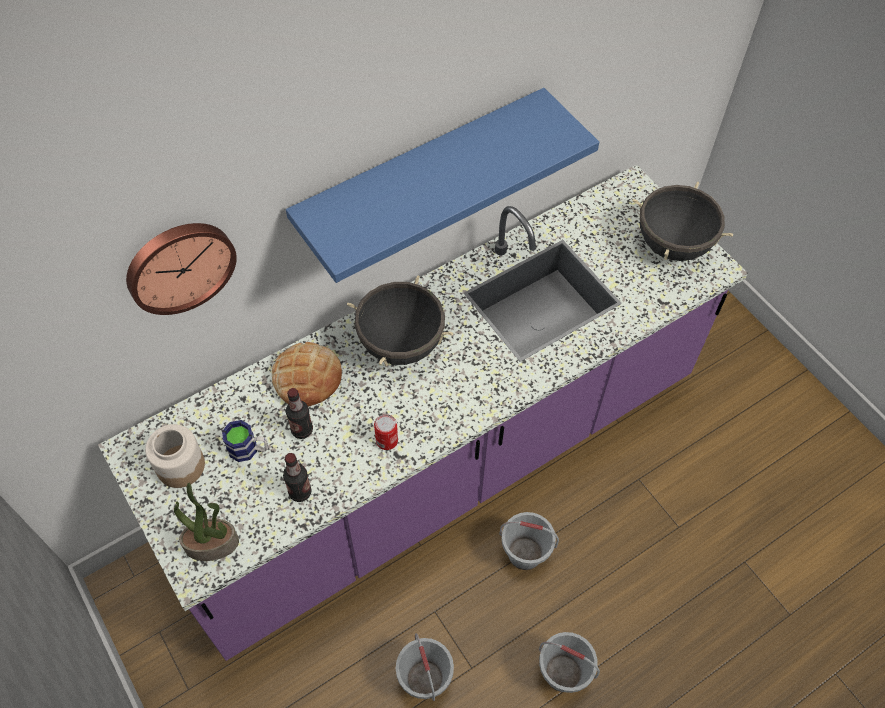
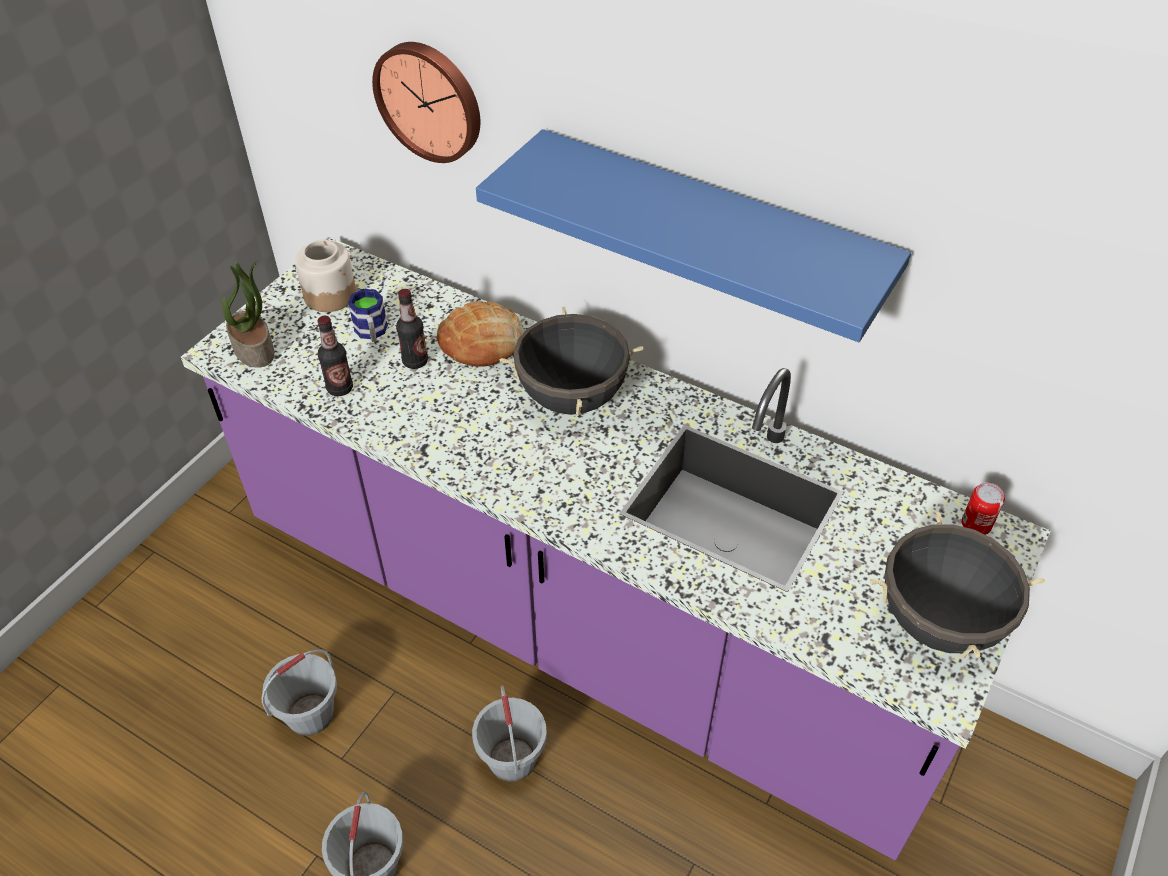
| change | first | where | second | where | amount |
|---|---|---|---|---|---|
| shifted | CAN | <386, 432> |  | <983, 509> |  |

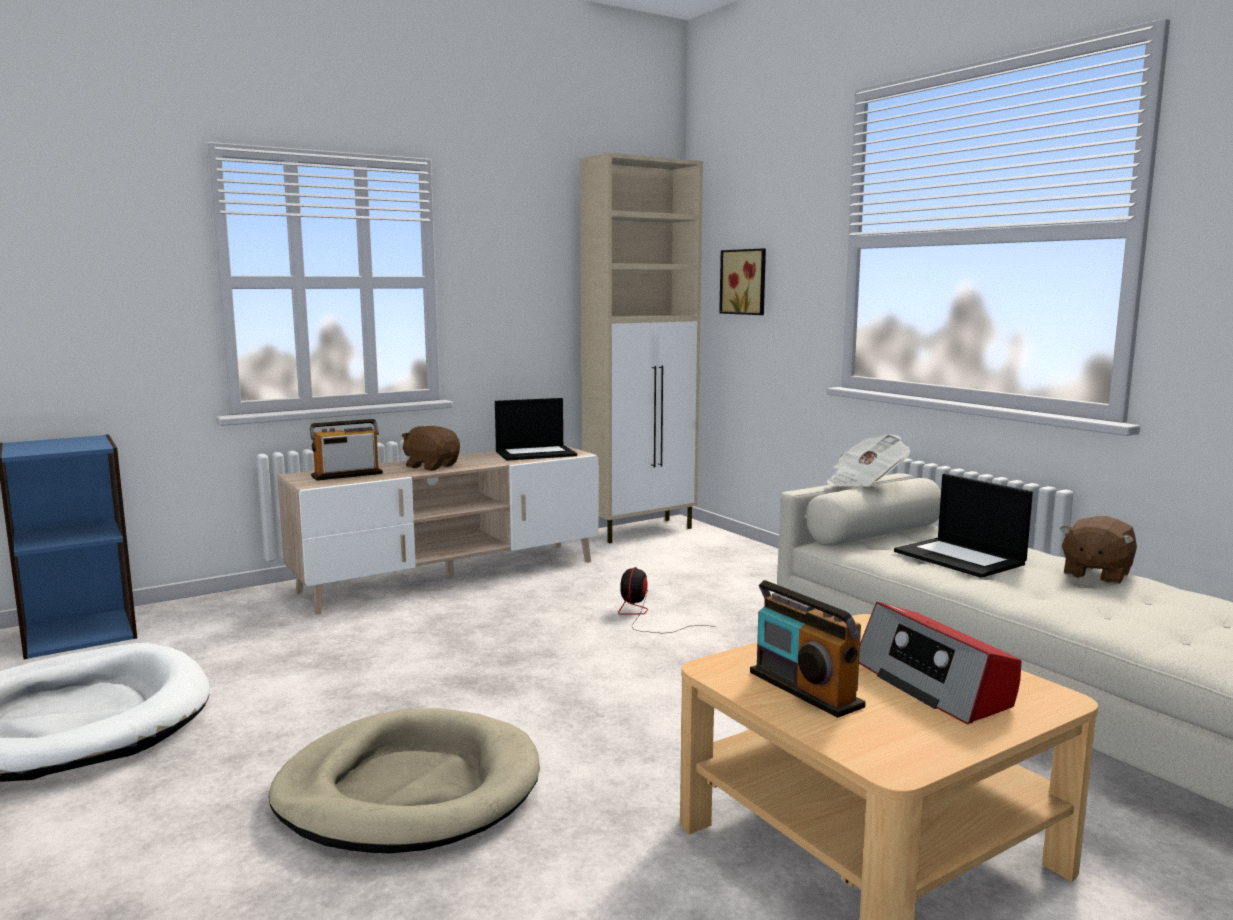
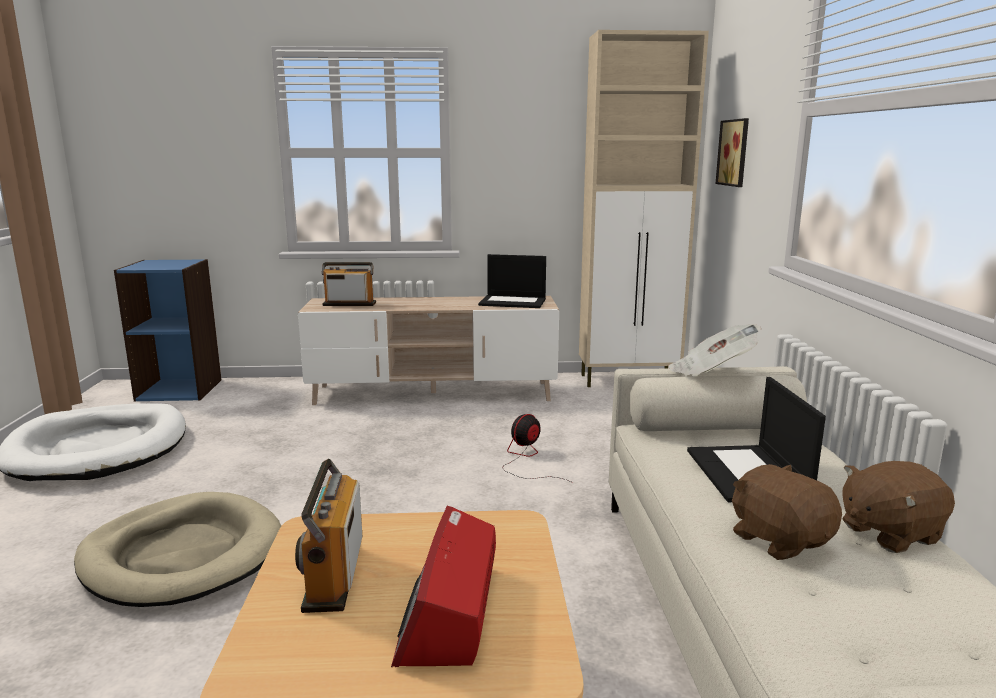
| change | first | where | second | where | amount |
|---|---|---|---|---|---|
| shifted | BROWN PLUSH TOY | <431, 448> |  | <787, 512> |  |

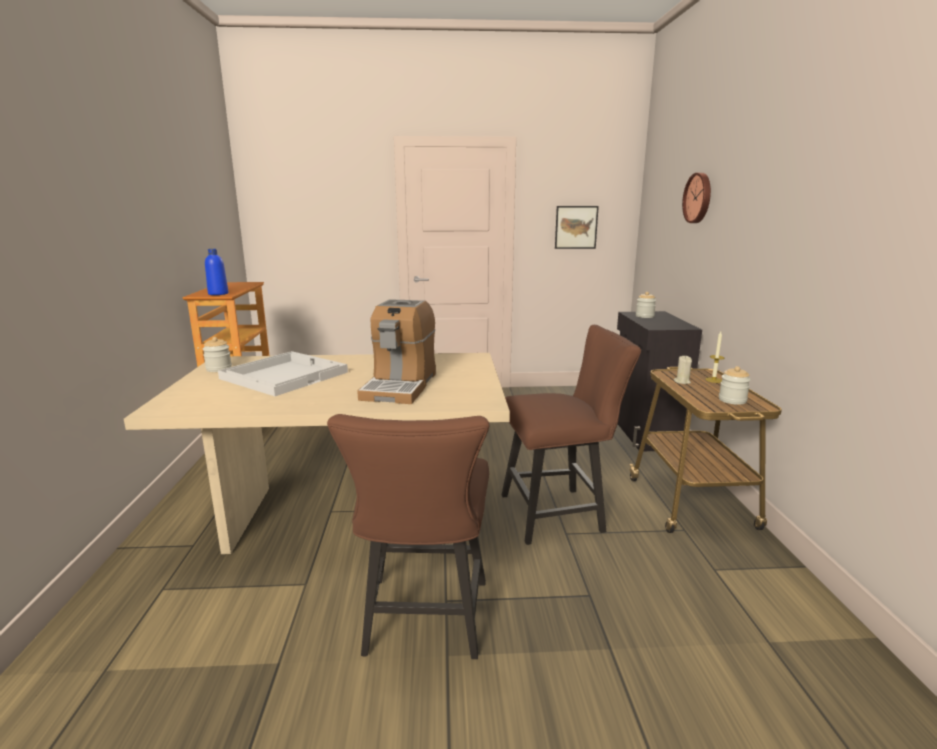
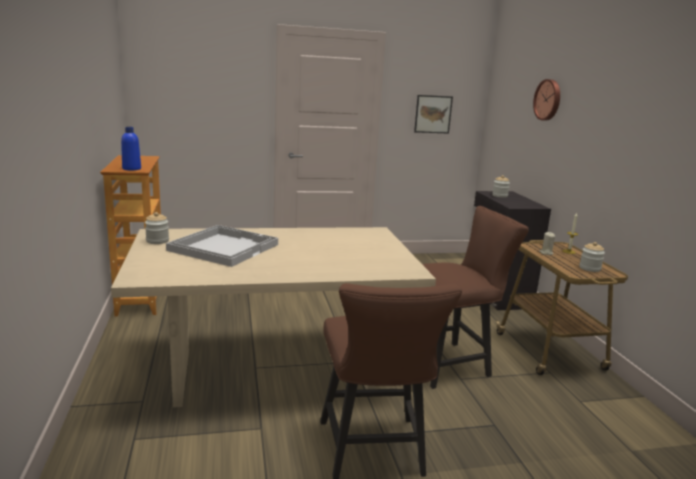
| change | first | where | second | where | amount |
|---|---|---|---|---|---|
| gone | COFFEE MACHINE | <396, 351> |  |  |  |

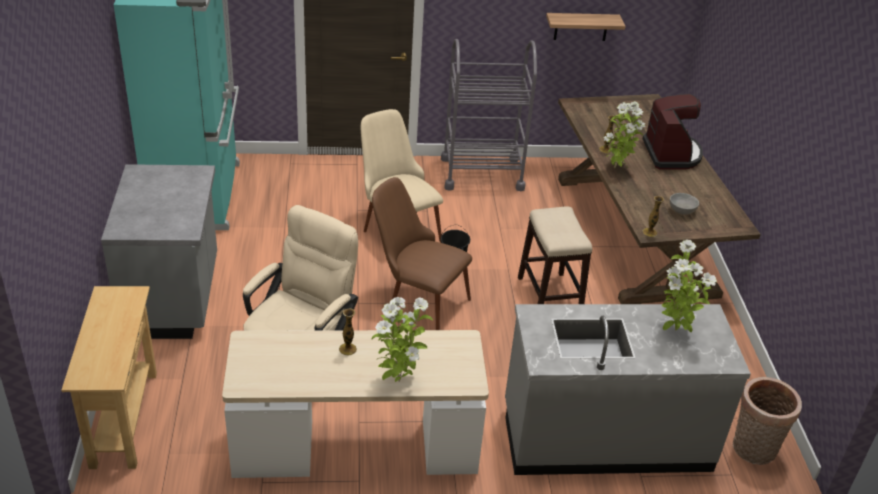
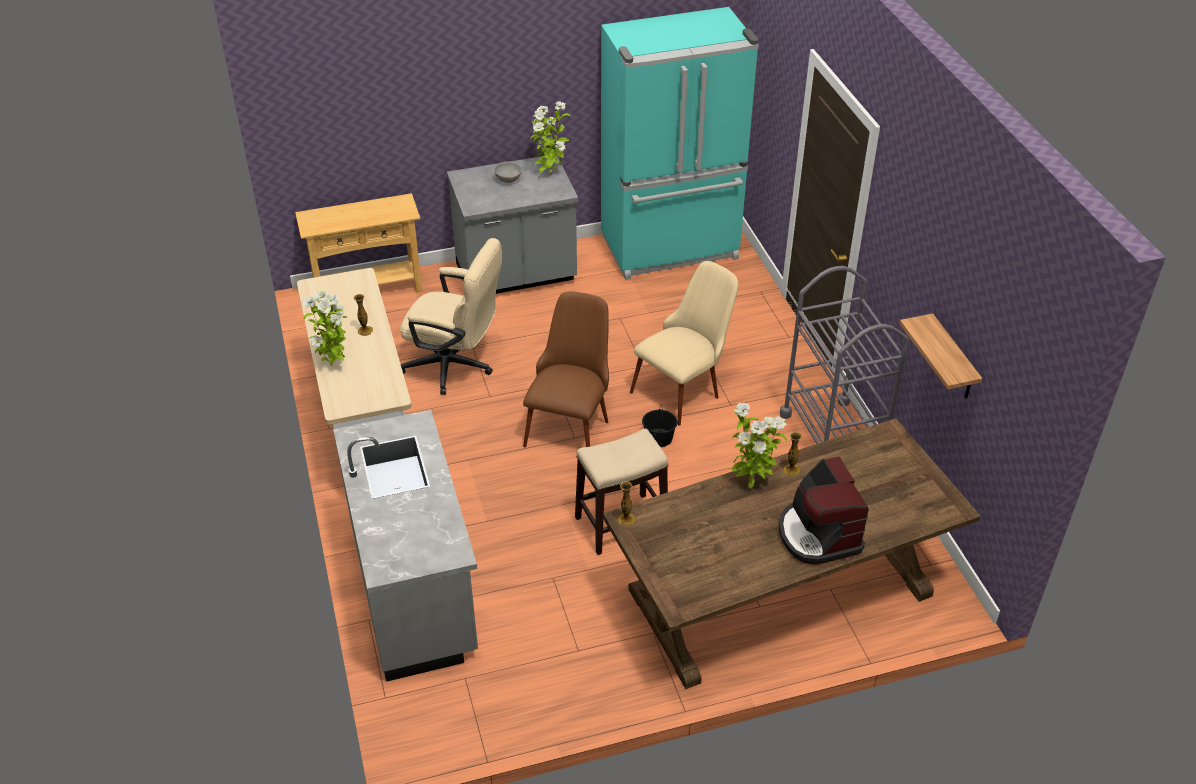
| change | first | where | second | where | amount |
|---|---|---|---|---|---|
| rotated | COFFEE MACHINE | <673, 131> |  | <824, 510> | 90 degrees clockwise |
| shifted | POTTED PLANT | <689, 286> |  | <550, 138> |  |
| shifted | GREY BOWL | <684, 204> |  | <508, 172> |  |
| gone | BASKET | <767, 421> |  |  |  |

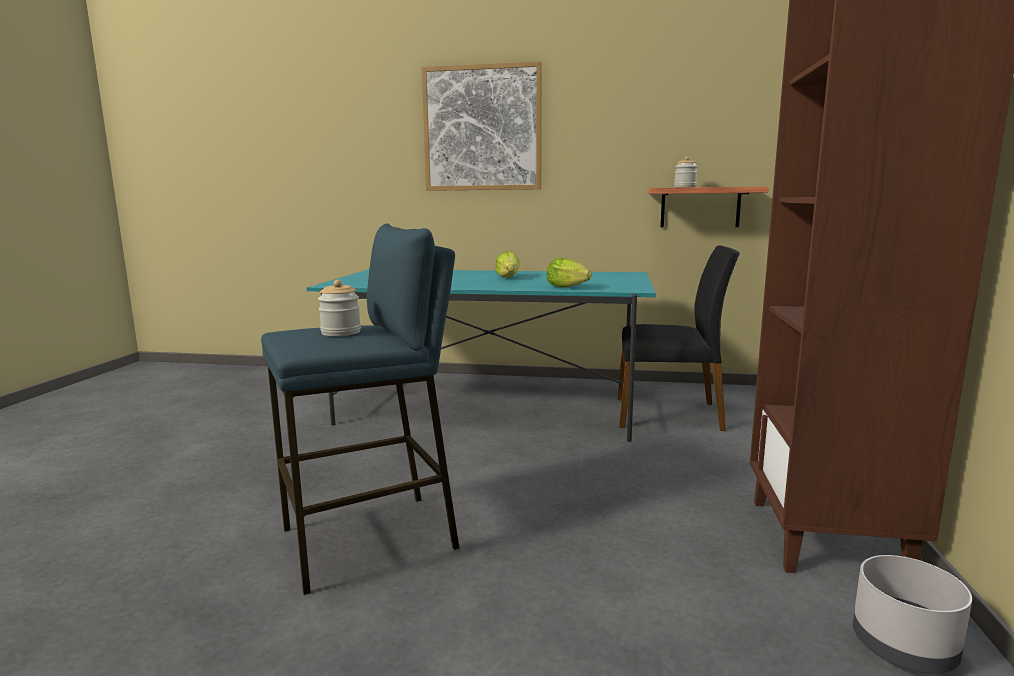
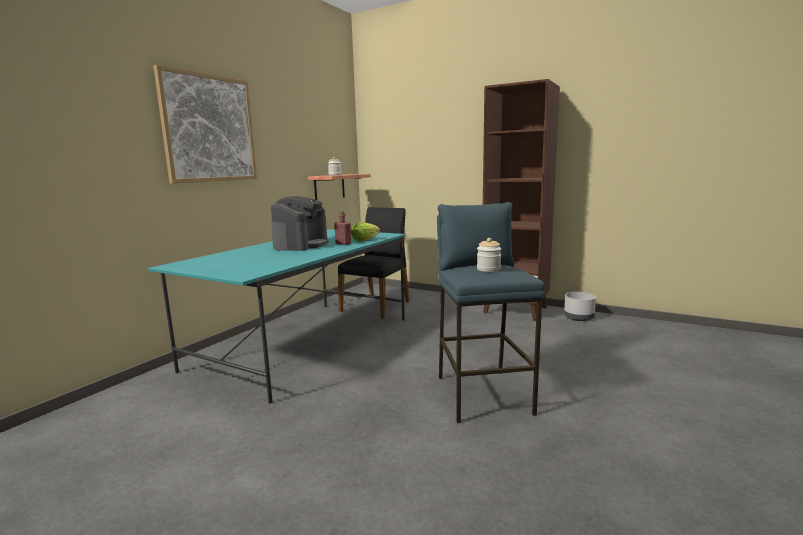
| change | first | where | second | where | amount |
|---|---|---|---|---|---|
| swapped | LETTUCE | <508, 264> | COFFEE MACHINE | <300, 223> |  |
| new |  |  | RED BOTTLE | <342, 228> |  |

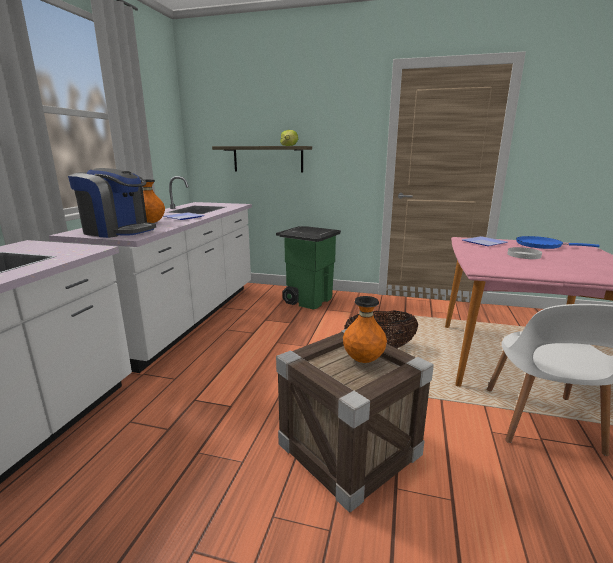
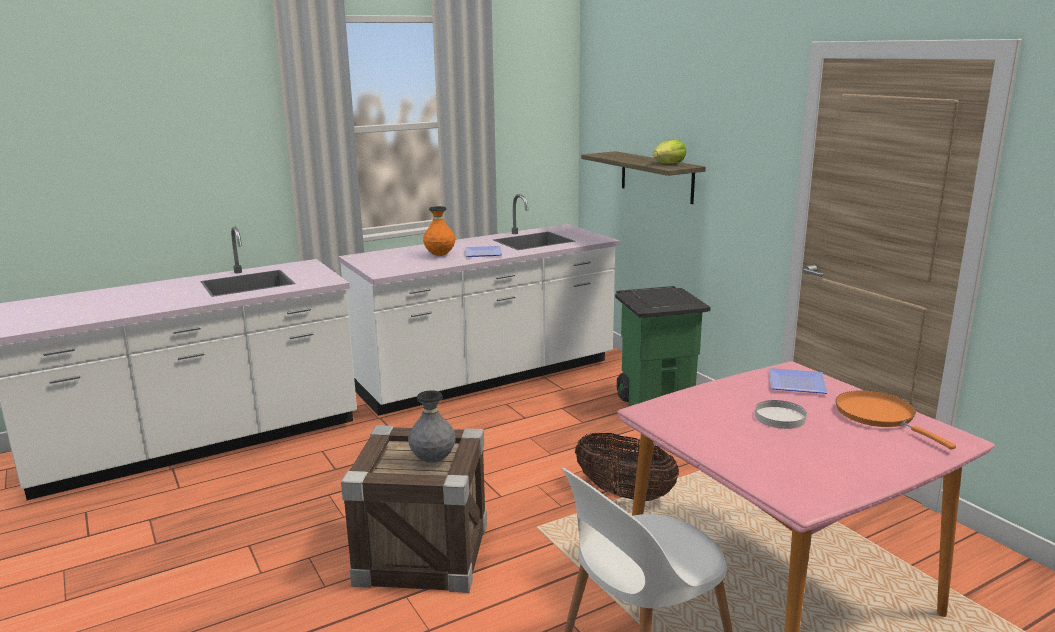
| change | first | where | second | where | amount |
|---|---|---|---|---|---|
| gone | COFFEE MACHINE | <112, 203> |  |  |  |
| repainted | ORANGE VASE | <365, 329> | GREY VASE | <432, 426> |  |
| repainted | BLUE FRYING PAN | <558, 242> | ORANGE FRYING PAN | <895, 419> |  |

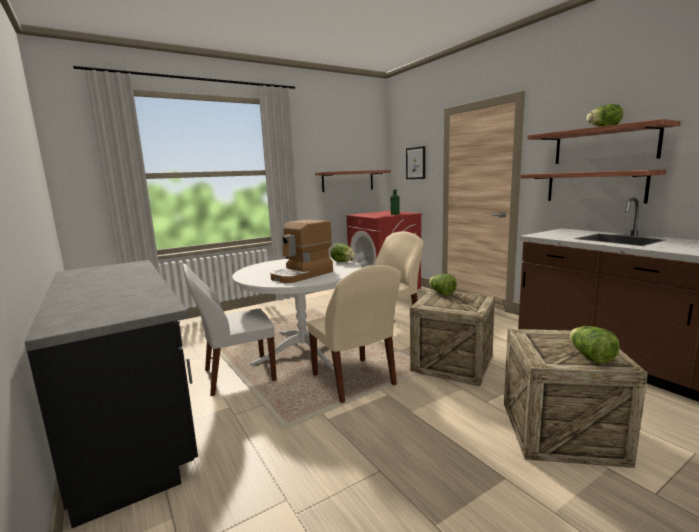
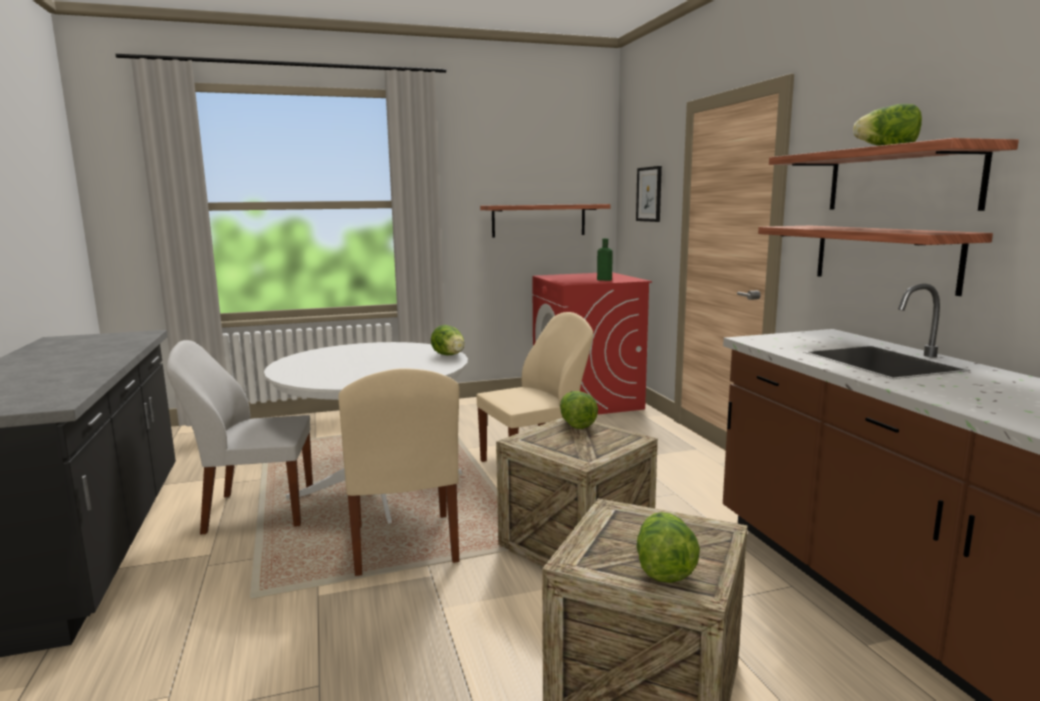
| change | first | where | second | where | amount |
|---|---|---|---|---|---|
| gone | COFFEE MACHINE | <301, 251> |  |  |  |

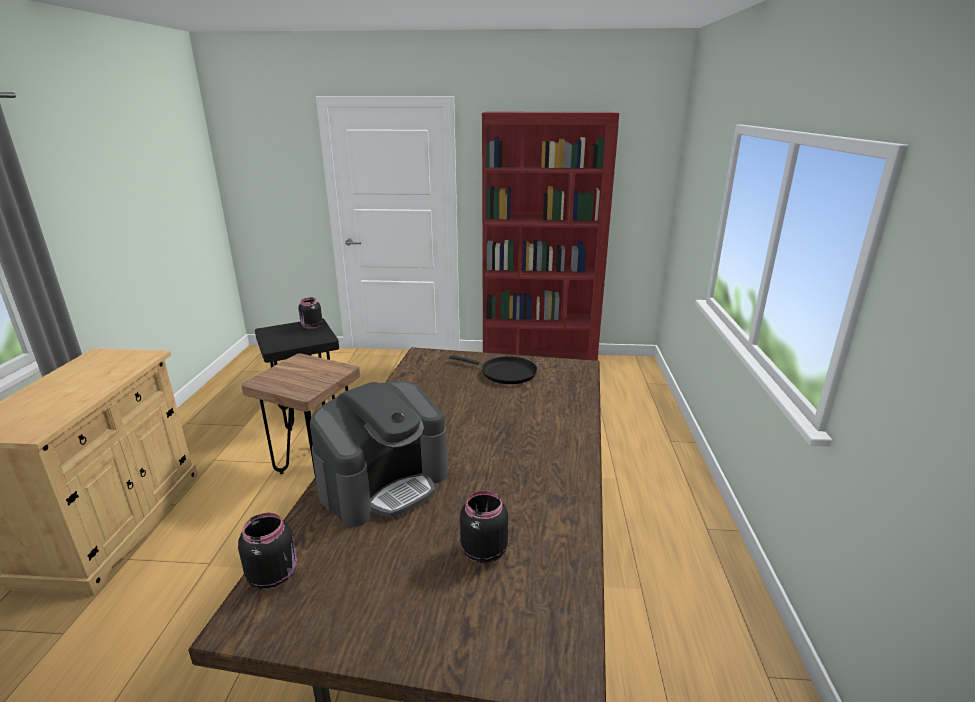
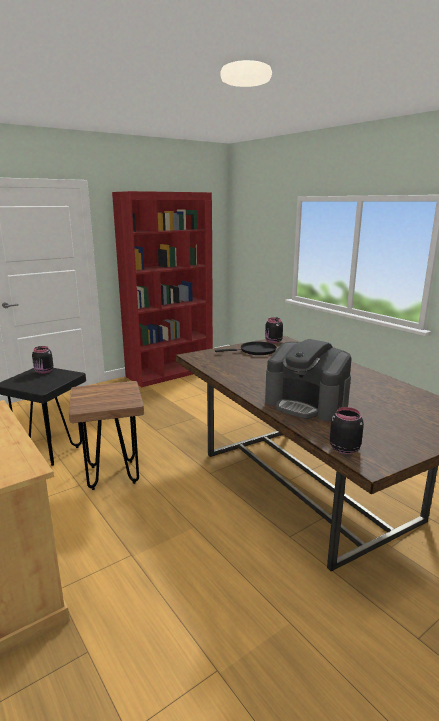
| change | first | where | second | where | amount |
|---|---|---|---|---|---|
| rotated | COFFEE MACHINE | <379, 454> |  | <308, 380> | 120 degrees clockwise |
| shifted | BLACK JAR | <484, 527> |  | <274, 330> |  |

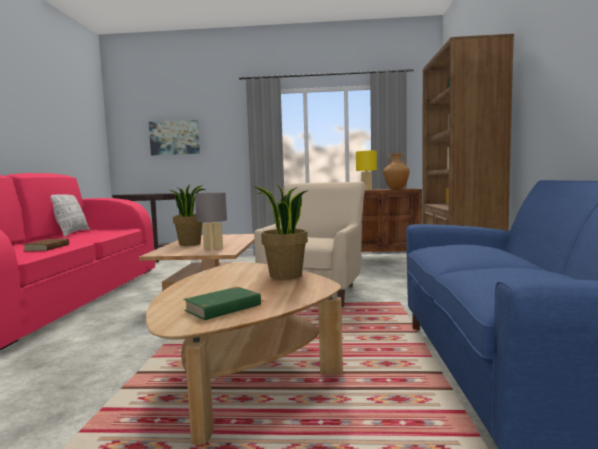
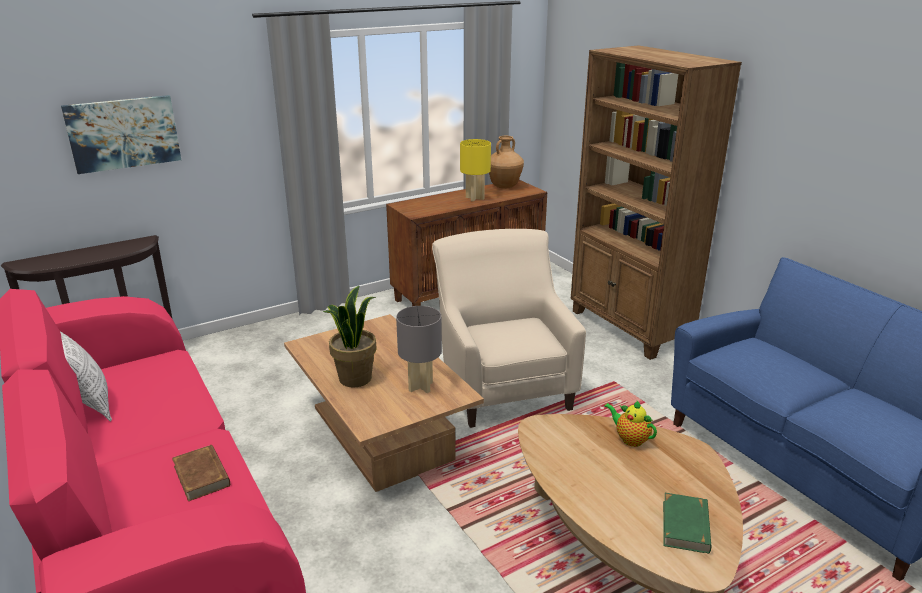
| change | first | where | second | where | amount |
|---|---|---|---|---|---|
| swapped | POTTED PLANT | <281, 232> | TEAPOT | <630, 424> |  |

